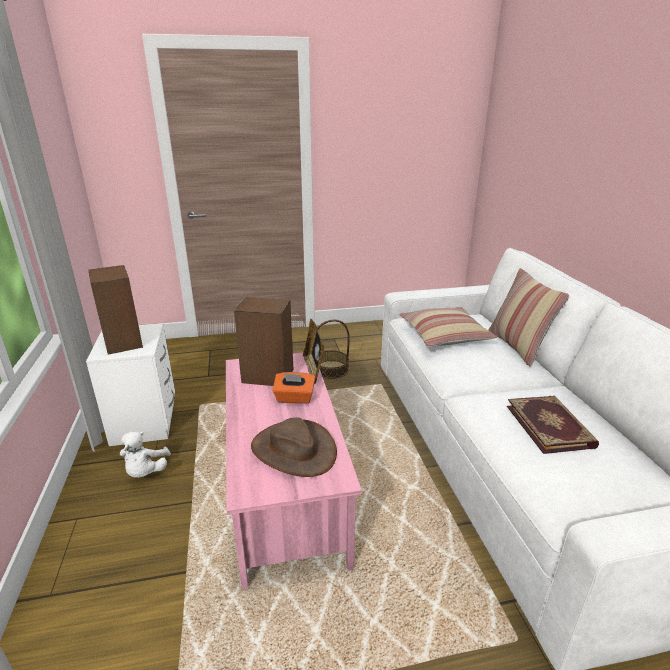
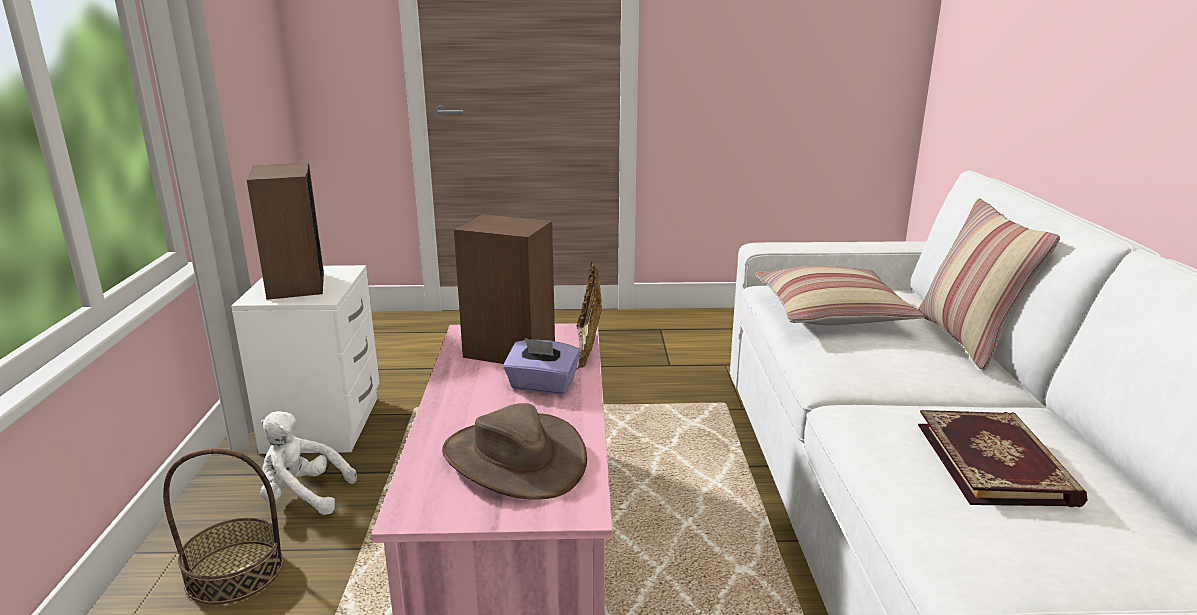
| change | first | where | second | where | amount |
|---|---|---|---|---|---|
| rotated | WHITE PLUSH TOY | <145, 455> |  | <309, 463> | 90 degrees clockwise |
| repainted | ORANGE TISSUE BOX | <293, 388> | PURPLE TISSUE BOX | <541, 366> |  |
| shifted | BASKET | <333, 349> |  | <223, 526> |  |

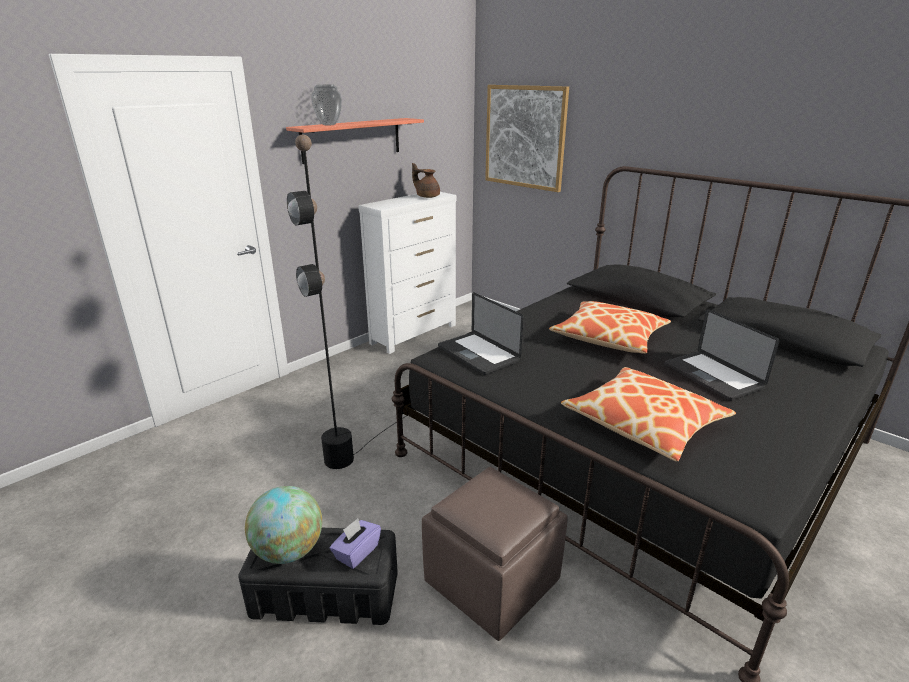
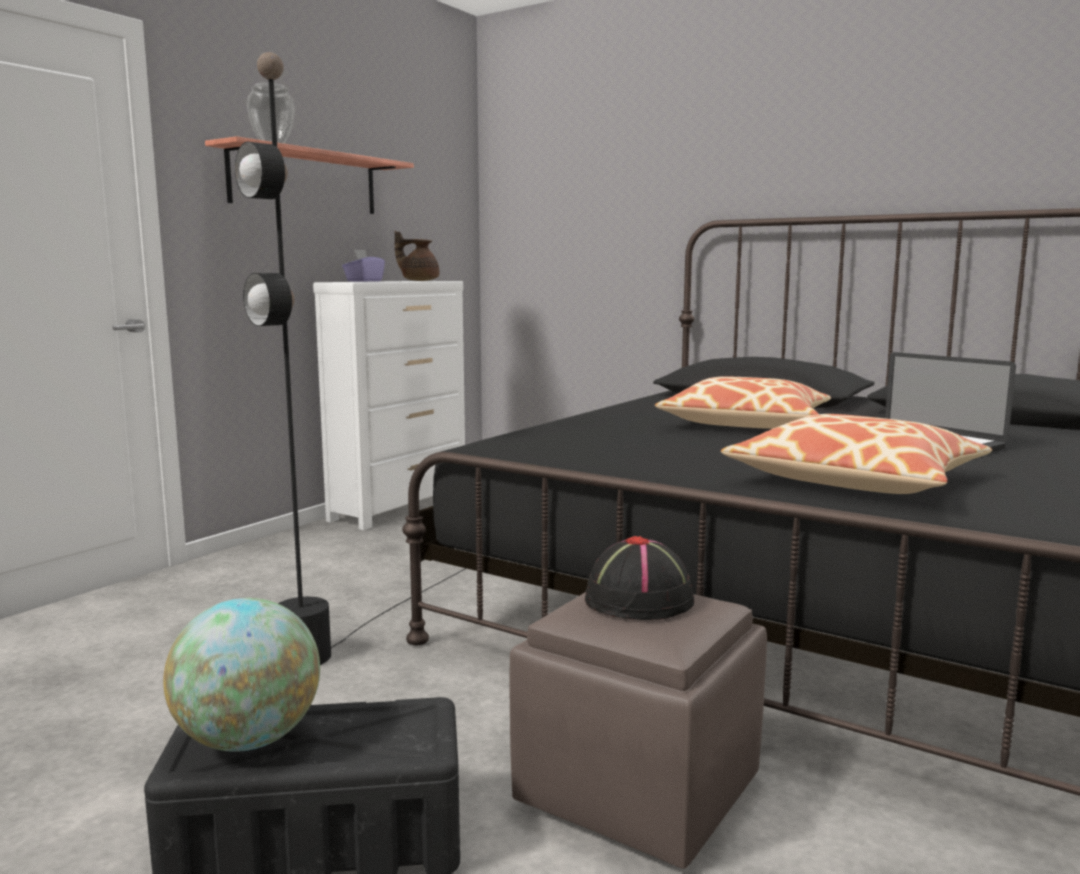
| change | first | where | second | where | amount |
|---|---|---|---|---|---|
| shifted | PURPLE TISSUE BOX | <355, 543> |  | <363, 266> |  |
| gone | LAPTOP | <481, 333> |  |  |  |
| gone | PICTURE | <527, 138> |  |  |  |
| new |  |  | BLACK HAT | <639, 578> |  |

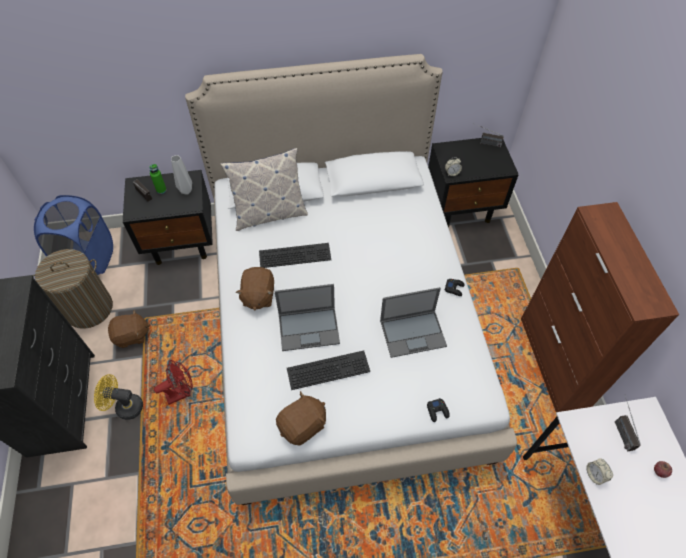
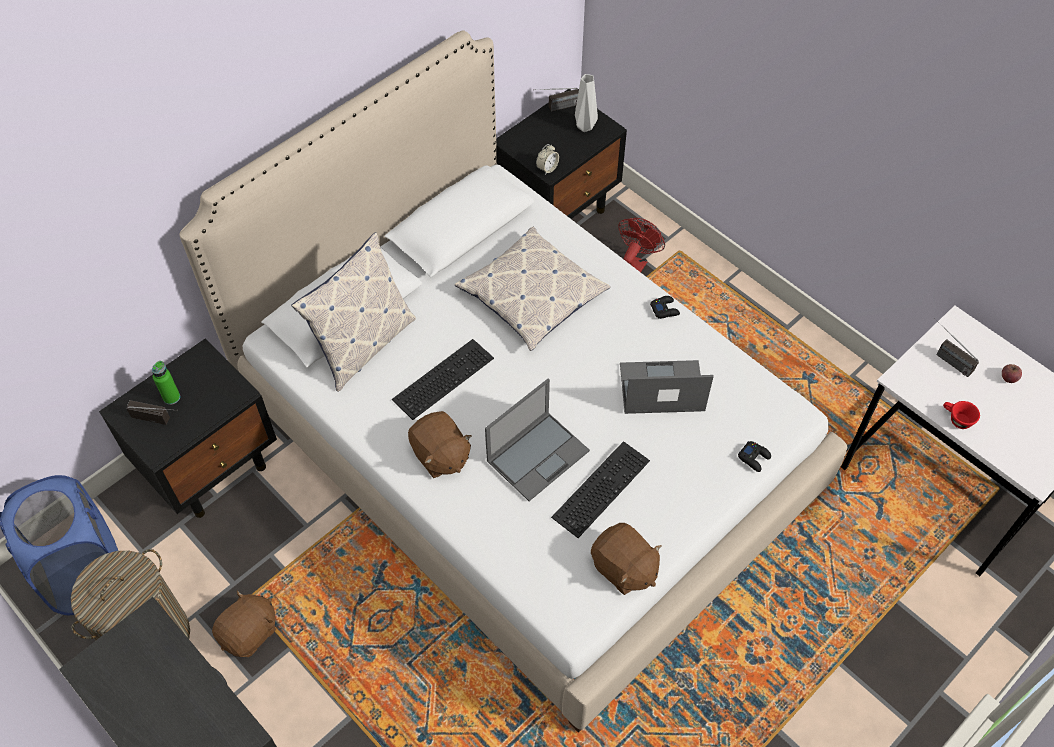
| change | first | where | second | where | amount |
|---|---|---|---|---|---|
| gone | YELLOW FAN | <118, 397> |  |  |  |
| shifted | RED FAN | <173, 382> |  | <641, 245> |  |
| shifted | GREY VASE | <181, 175> |  | <586, 103> |  |
| rotated | BROWN PLUSH TOY | <301, 418> |  | <626, 559> | 120 degrees clockwise |
| rotated | LAPTOP | <413, 322> |  | <667, 387> | 135 degrees counterclockwise |
| gone | BROWN CABINET | <600, 307> |  |  |  |
| swapped | ALARM CLOCK | <599, 471> | RED CUP | <961, 415> |  |
| new |  |  | PILLOW | <532, 289> |  |

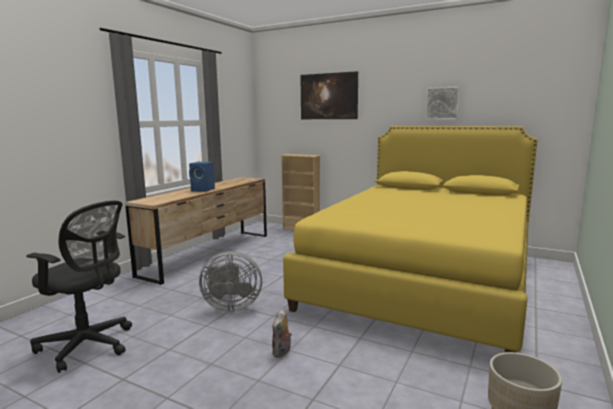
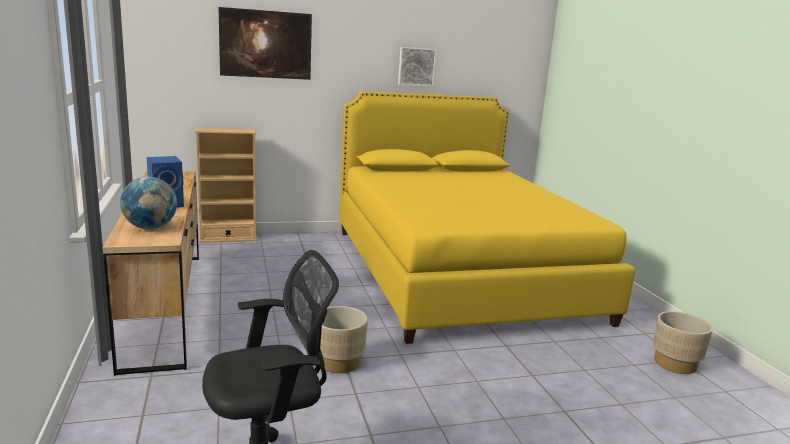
| change | first | where | second | where | amount |
|---|---|---|---|---|---|
| swapped | GREY FAN | <230, 281> | BEIGE PLANTER | <344, 339> |  |
| gone | PLUSH TOY | <282, 333> |  |  |  |
| new |  |  | GLOBE | <148, 203> |  |

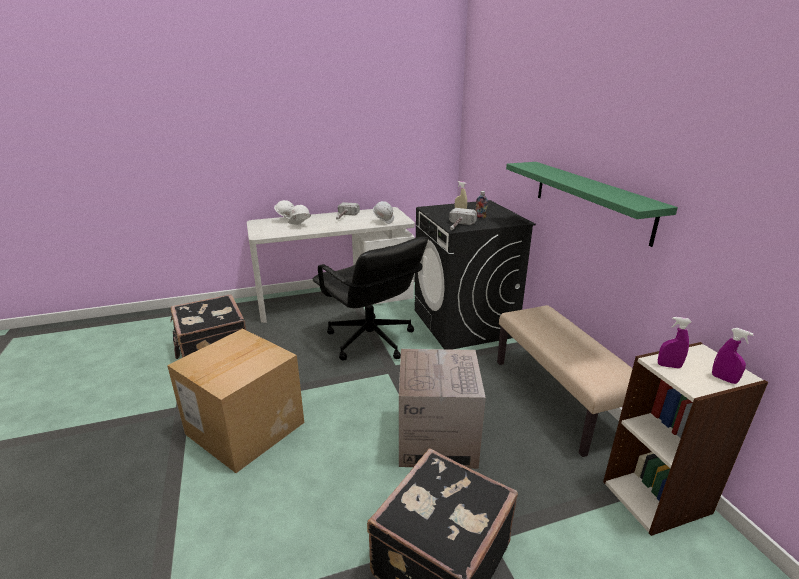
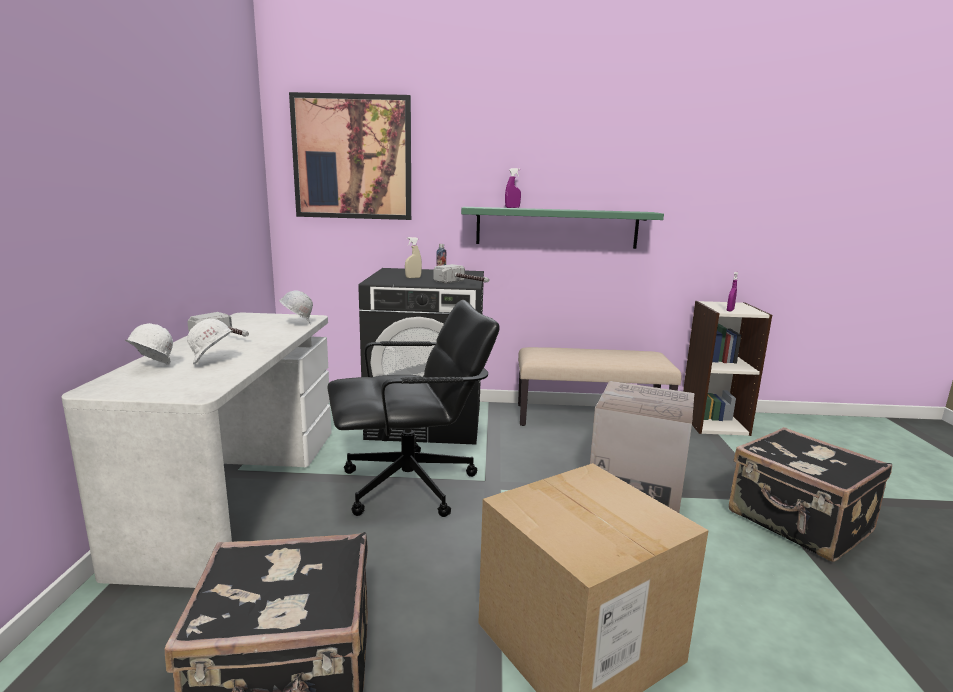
| change | first | where | second | where | amount |
|---|---|---|---|---|---|
| shifted | PURPLE SPRAY BOTTLE | <733, 356> |  | <513, 188> |  |
| new |  |  | PICTURE | <350, 156> |  |

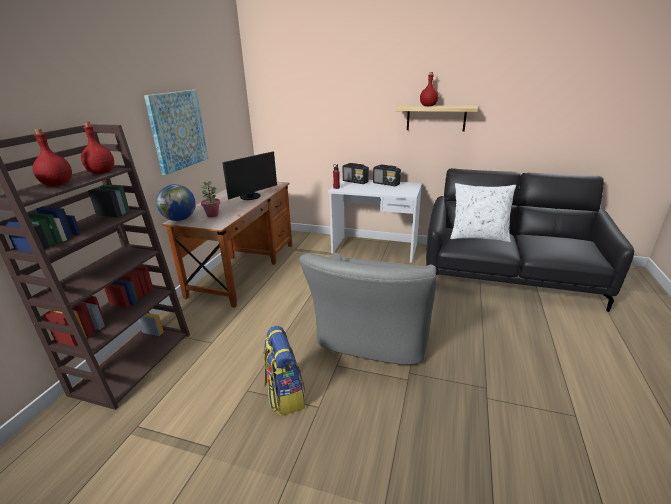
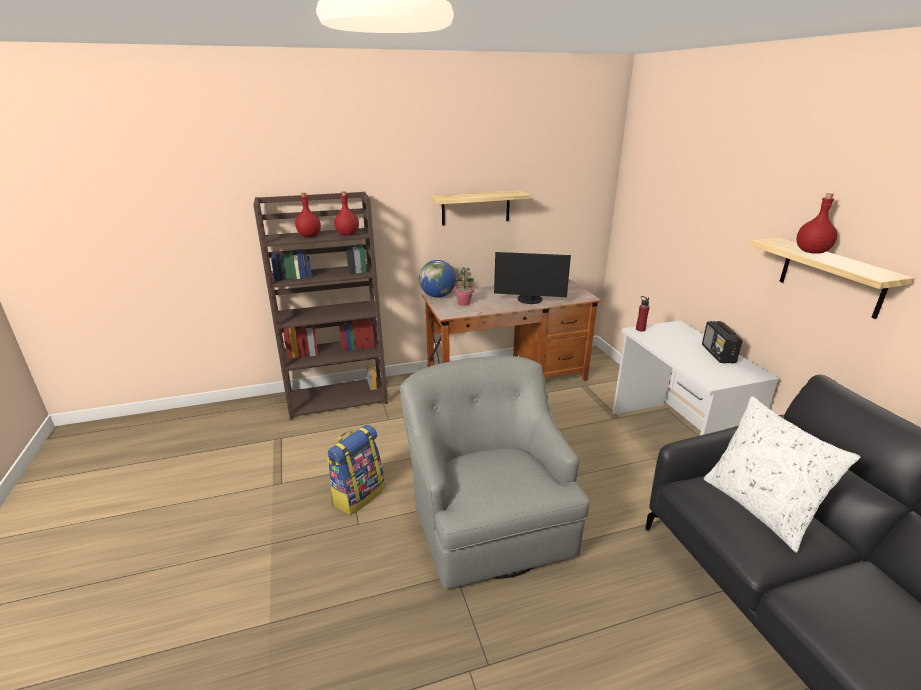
| change | first | where | second | where | amount |
|---|---|---|---|---|---|
| swapped | PICTURE | <176, 132> | SHELF | <480, 208> |  |
| rotated | GREY ARMCHAIR | <367, 309> |  | <494, 472> | 90 degrees clockwise |
| gone | RADIO | <356, 173> |  |  |  |

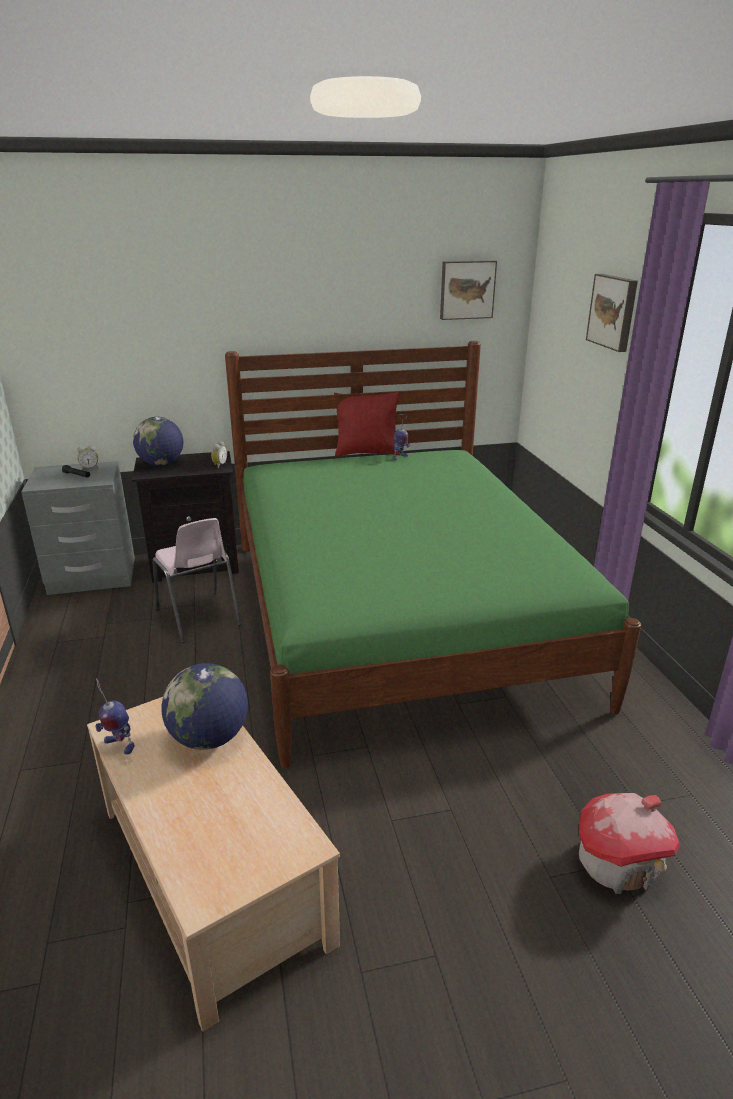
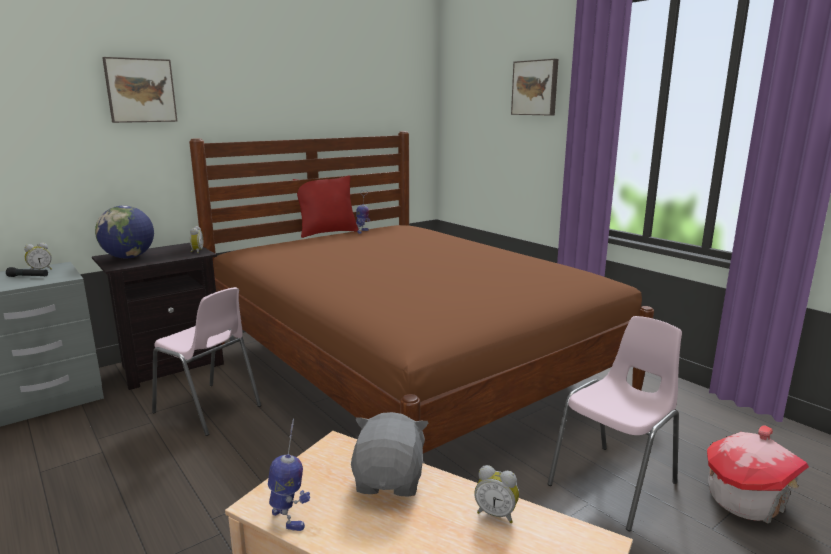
| change | first | where | second | where | amount |
|---|---|---|---|---|---|
| rotated | TOY ROBOT | <115, 716> |  | <289, 474> | 135 degrees counterclockwise |
| swapped | GLOBE | <204, 706> | GREY PLUSH TOY | <389, 454> |  |
| repainted | GREEN BED | <433, 554> | BROWN BED | <421, 292> |  |
| shifted | PICTURE | <468, 290> |  | <140, 90> |  |
| new |  |  | ALARM CLOCK | <496, 494> |  |
| new |  |  | PINK CHAIR | <615, 423> |  |

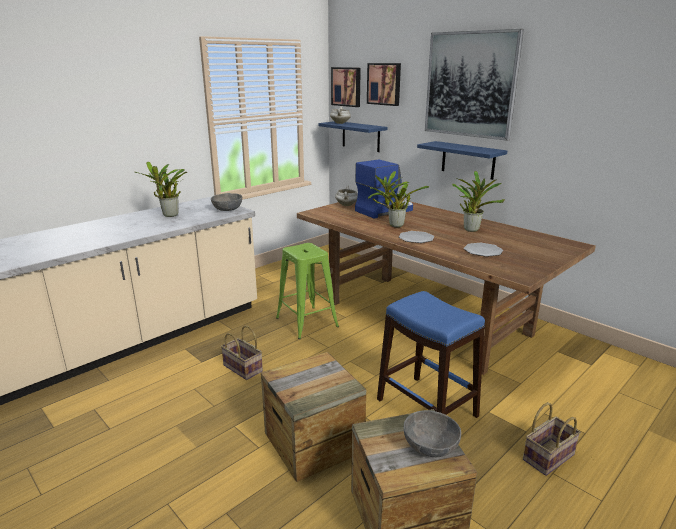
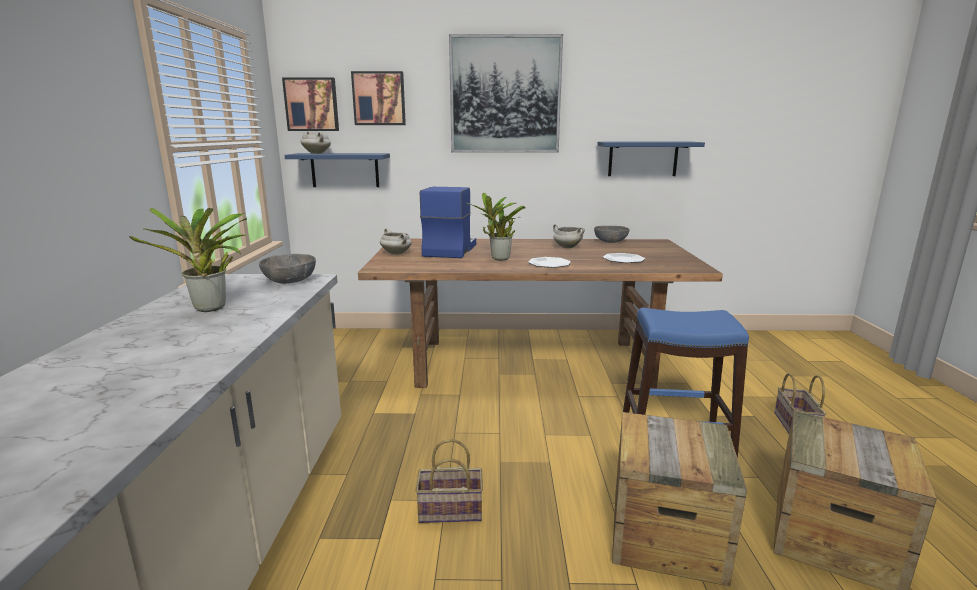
| change | first | where | second | where | amount |
|---|---|---|---|---|---|
| gone | GREEN STOOL | <307, 291> |  |  |  |
| shifted | GREY BOWL | <432, 433> |  | <612, 234> |  |
| shifted | BLUE SHELF | <462, 160> |  | <651, 159> |  |
| swapped | POTTED PLANT | <478, 201> | WHITE COOKING POT | <569, 236> |  |

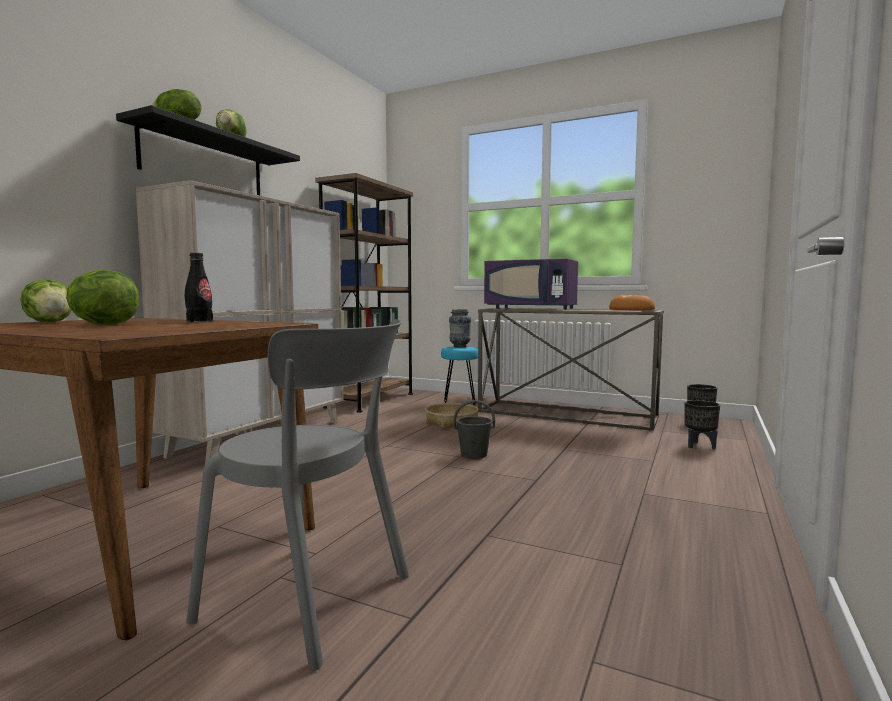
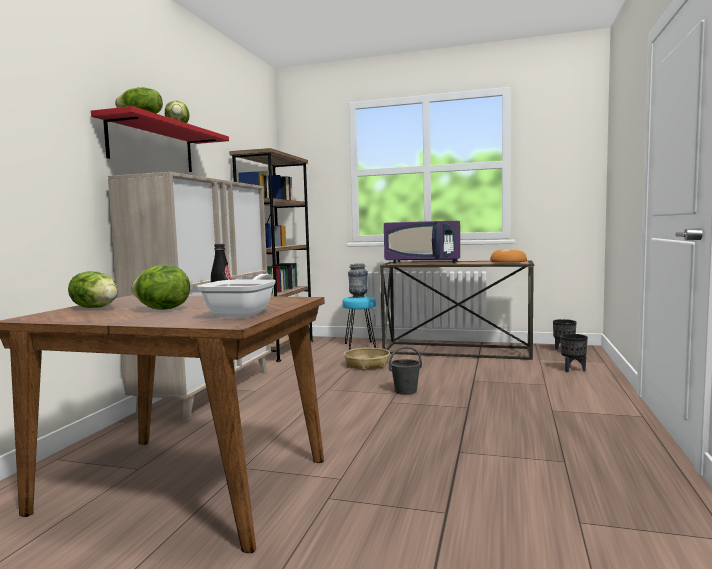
| change | first | where | second | where | amount |
|---|---|---|---|---|---|
| repainted | BLACK SHELF | <208, 150> | RED SHELF | <160, 139> |  |
| gone | GREY CHAIR | <297, 495> |  |  |  |
| new |  |  | FRYING PAN | <236, 296> |  |

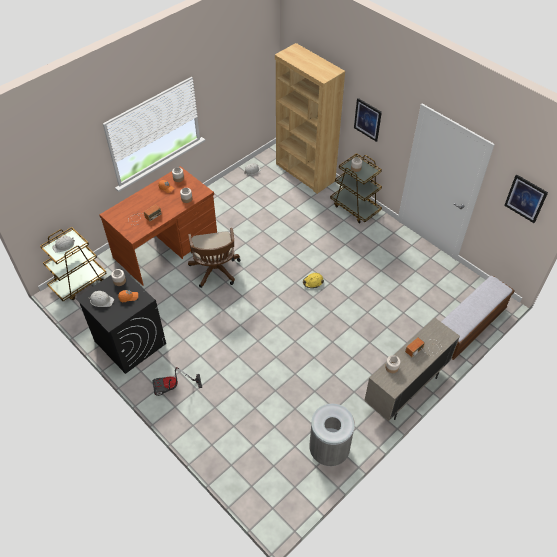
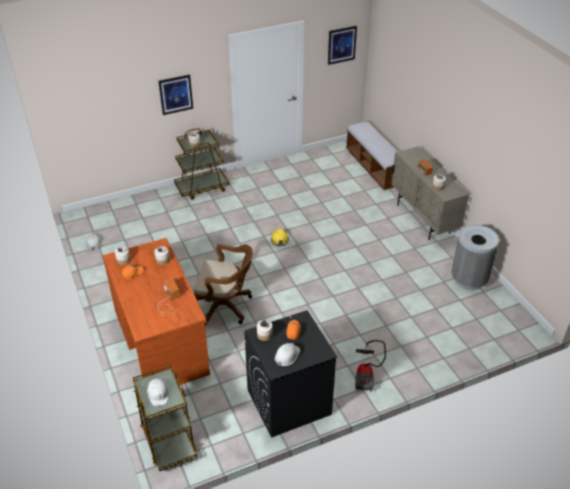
| change | first | where | second | where | amount |
|---|---|---|---|---|---|
| gone | BROWN BOOKCASE | <310, 118> |  |  |  |

